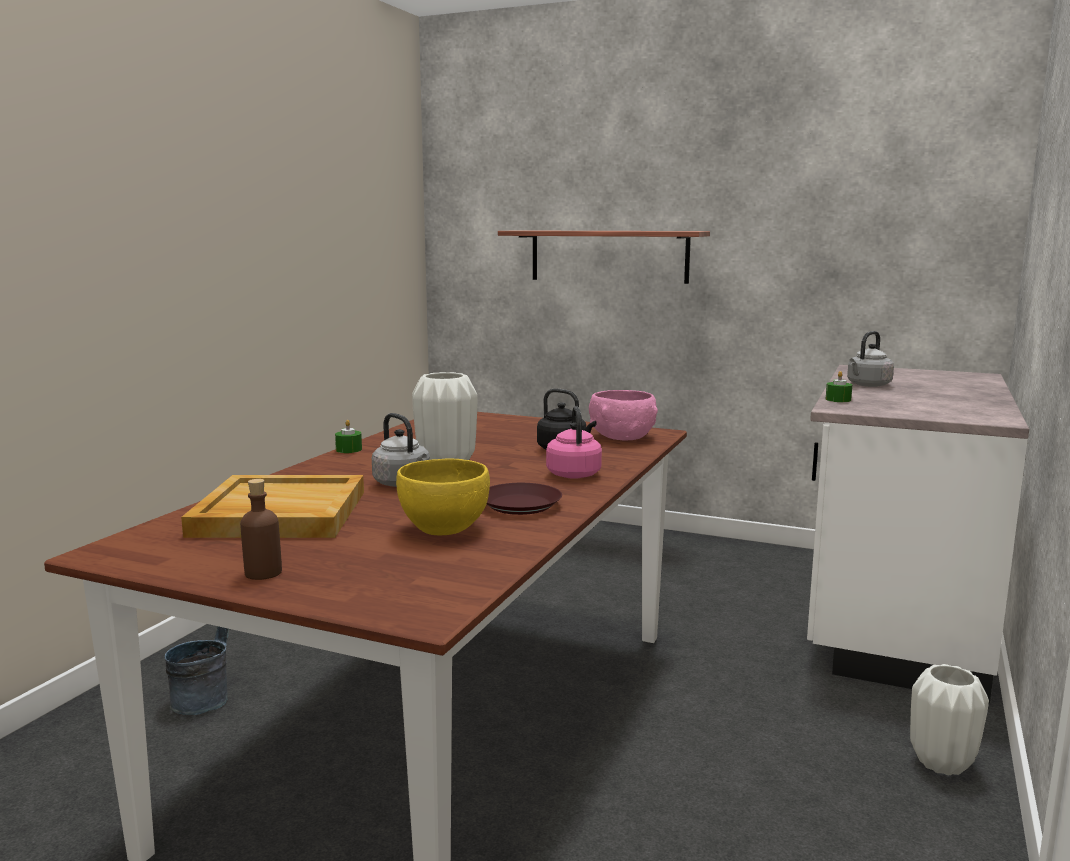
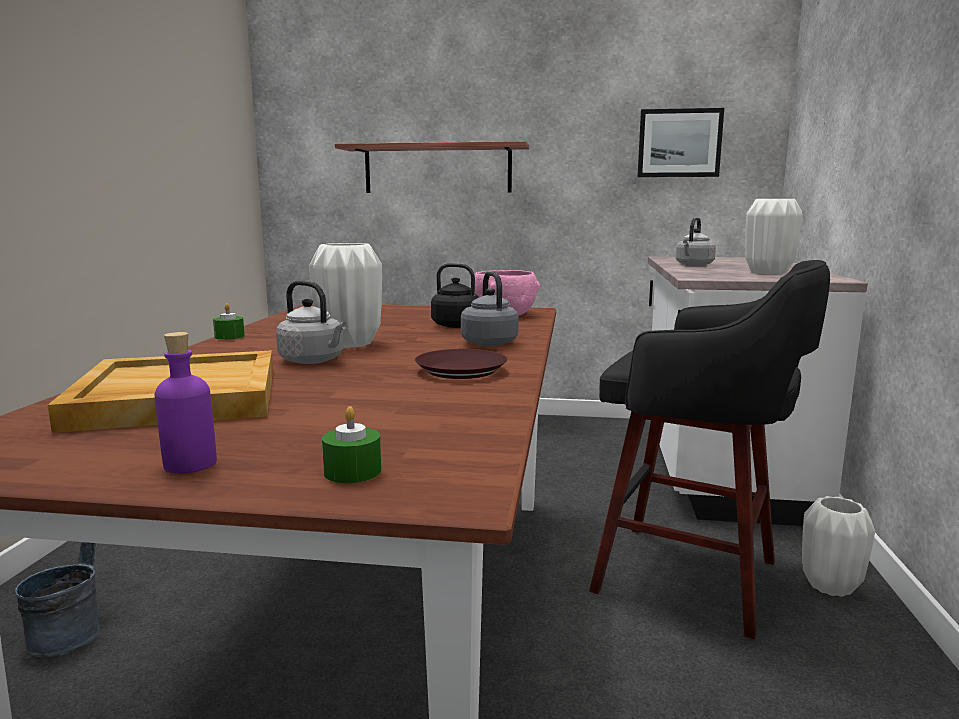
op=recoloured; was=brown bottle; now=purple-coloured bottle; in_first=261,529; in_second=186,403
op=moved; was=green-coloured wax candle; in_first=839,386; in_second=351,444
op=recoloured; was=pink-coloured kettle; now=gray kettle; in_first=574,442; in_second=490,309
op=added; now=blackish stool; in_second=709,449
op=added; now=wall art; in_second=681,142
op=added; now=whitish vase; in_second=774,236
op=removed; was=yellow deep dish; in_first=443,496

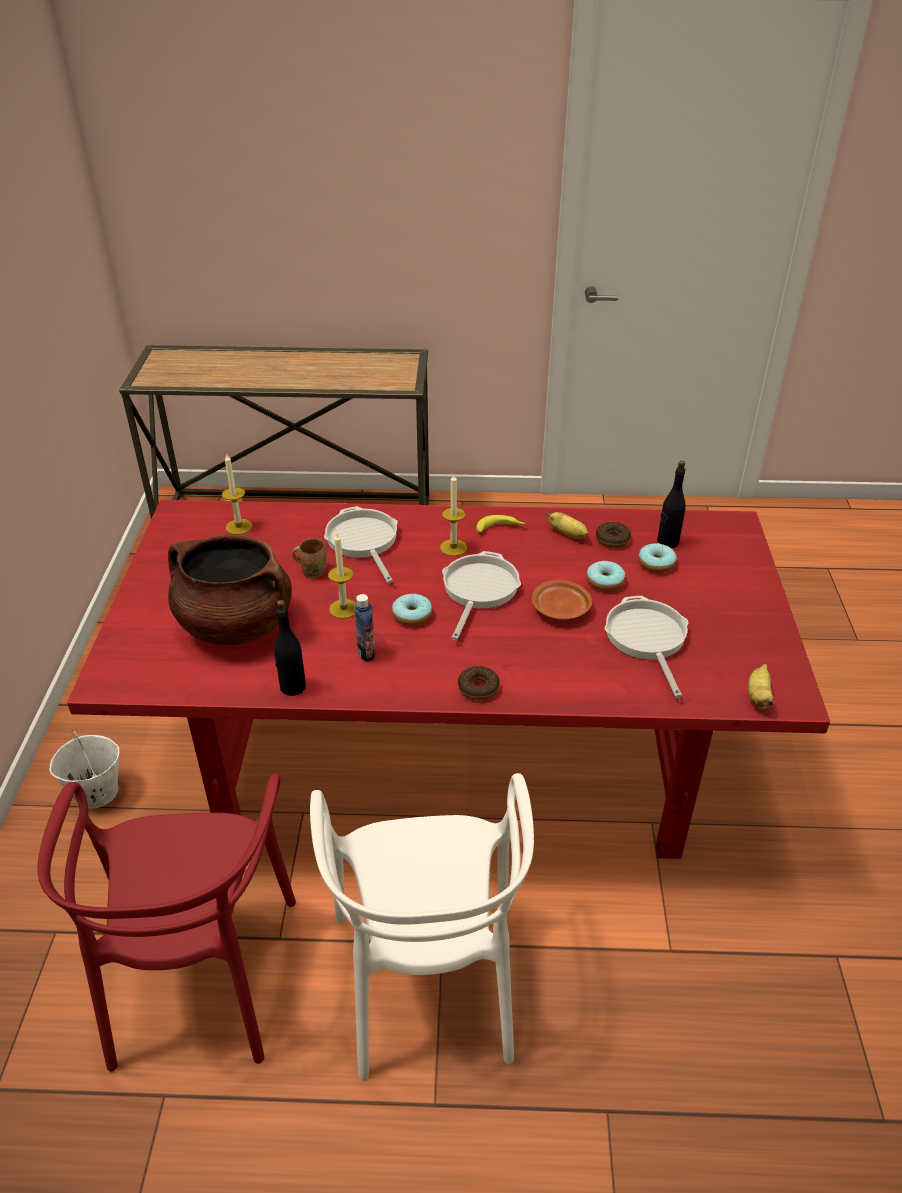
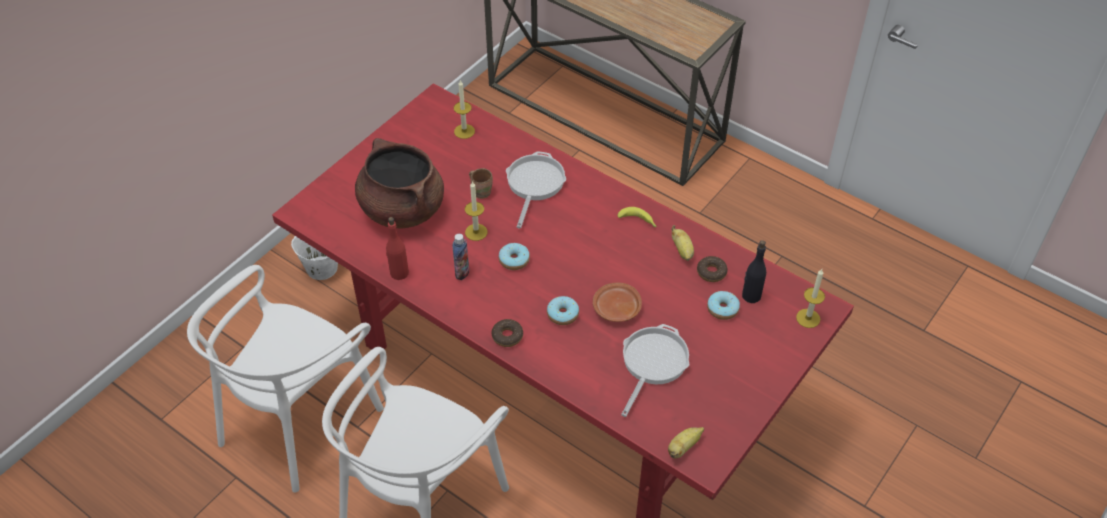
op=recoloured; was=red chair; now=whitish chair; in_first=166,923; in_second=285,378
op=recoloured; was=blackish bottle; now=red bottle; in_first=290,648; in_second=397,248
op=moved; was=donut; in_first=605,576; in_second=563,310
op=moved; was=wax candle; in_first=453,515; in_second=810,298
op=removed; was=skillet; in_first=481,595

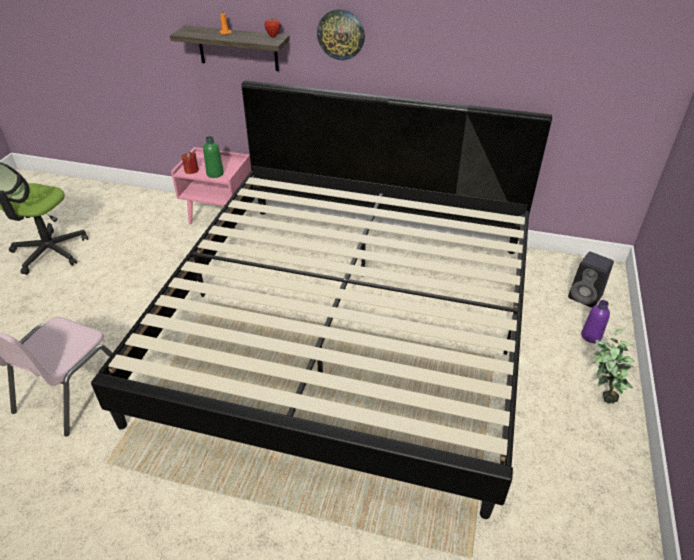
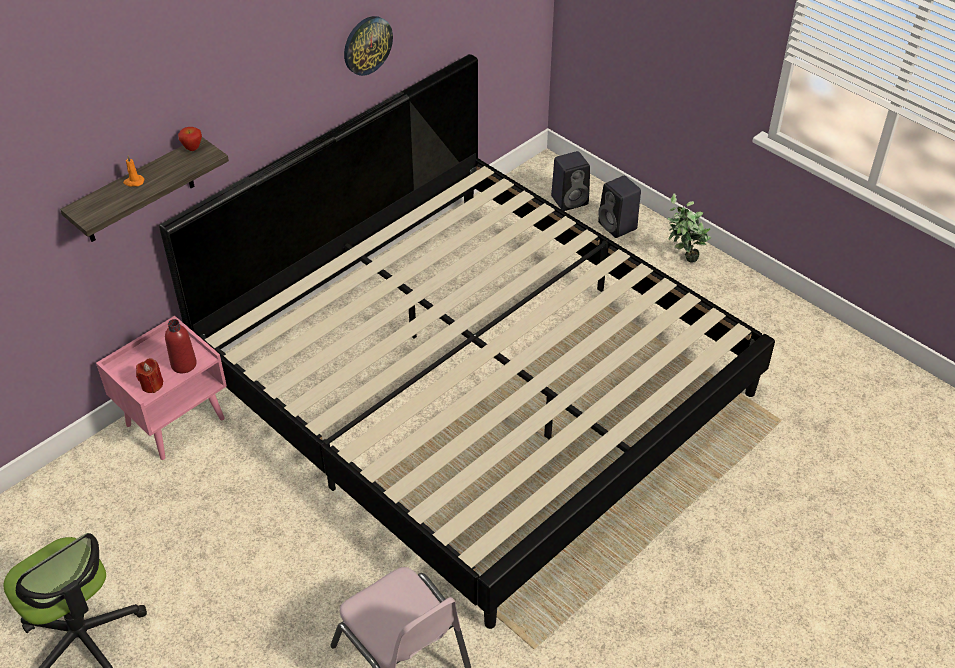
op=recoloured; was=green-coloured bottle; now=red bottle; in_first=213,157; in_second=181,346
op=moved; was=clock on the wall; in_first=341,34; in_second=368,46
op=replaced; was=purple-coloured bottle; now=blackish loudspeaker; in_first=595,321; in_second=619,206

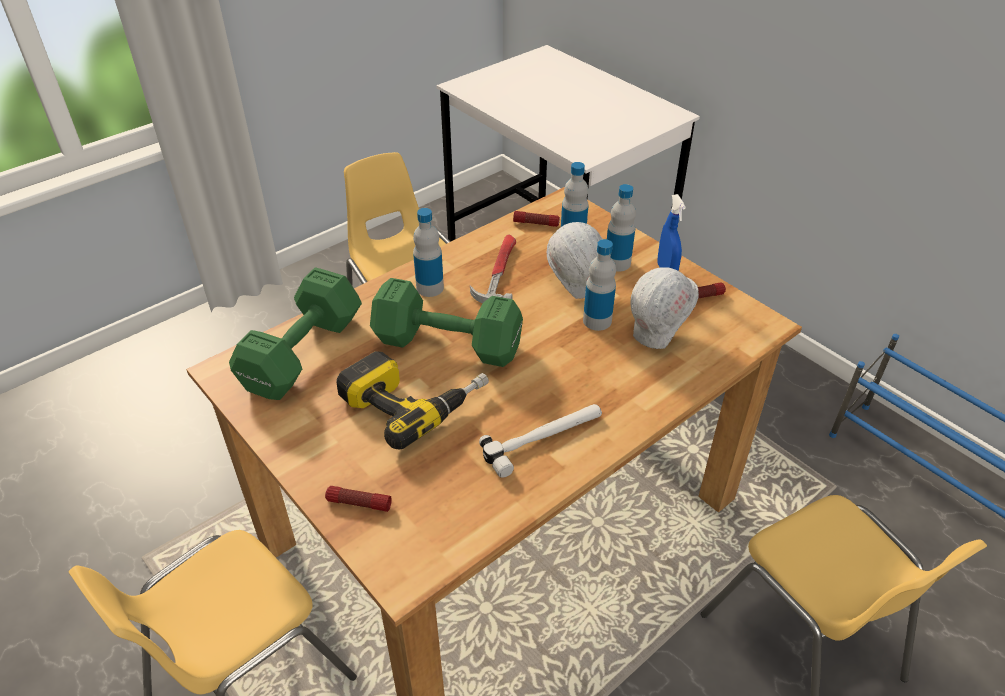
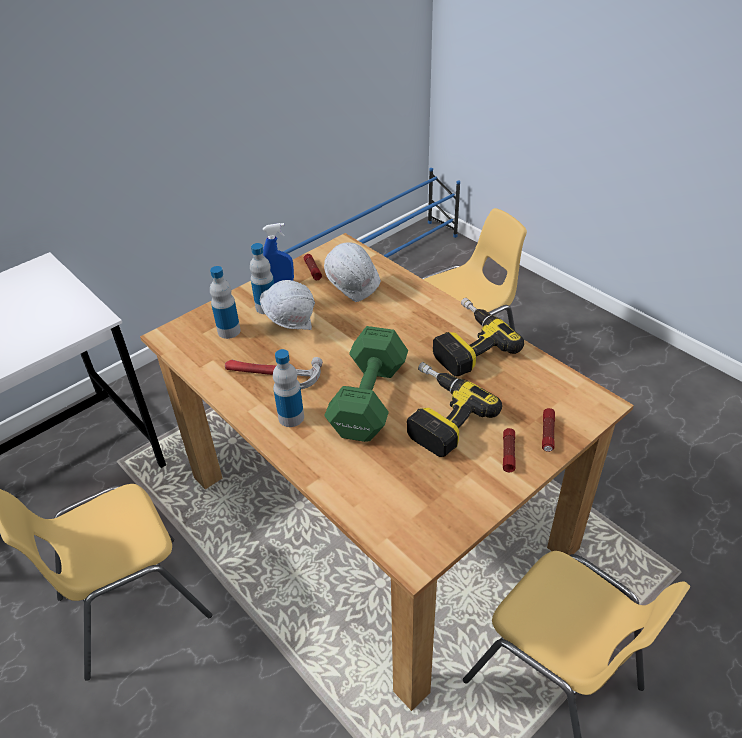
op=replaced; was=hammer; now=drill; in_first=540,441; in_second=478,337
op=moved; was=hand torch; in_first=536,219; in_second=509,450
op=removed; was=green-coloured free weight; in_first=295,333
op=removed; was=bottle; in_first=599,285

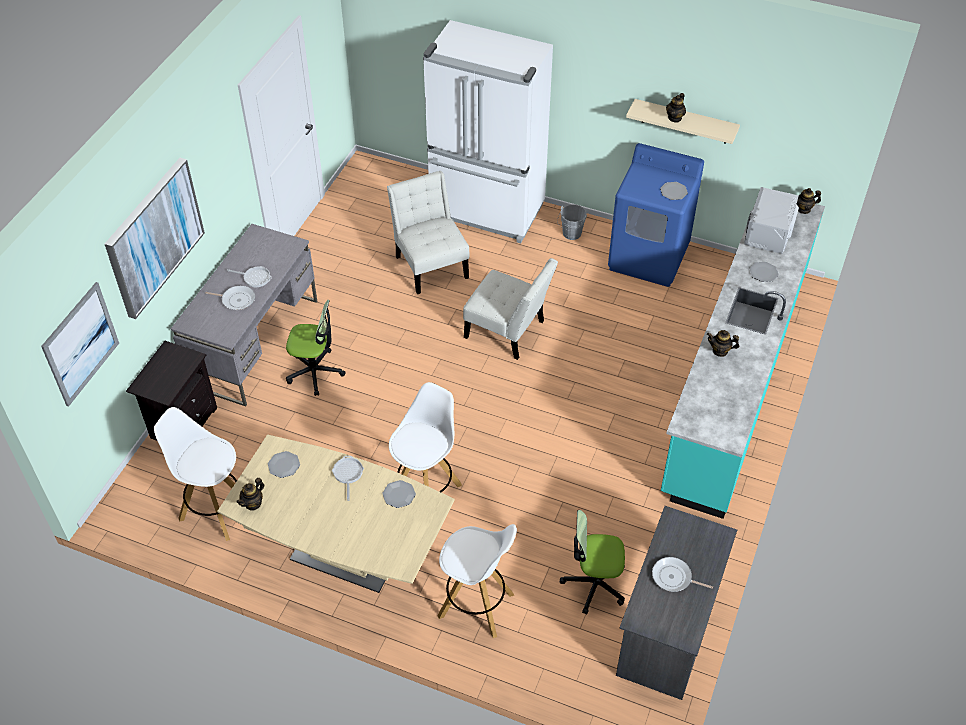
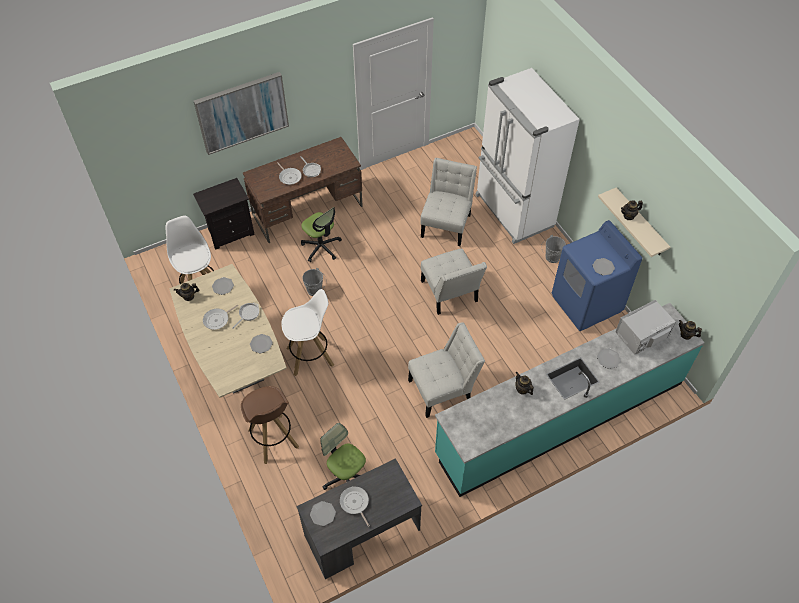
op=added; now=skillet; in_second=220,317
op=recoloured; was=whitish stool; now=brown stool; in_first=477,581; in_second=270,425
op=recoloured; was=gray desk; now=brown desk; in_first=244,315; in_second=303,190
op=added; now=gray pail; in_second=314,282
op=added; now=flat dish; in_second=323,513
op=added; now=whitish chair; in_second=446,370
op=removed; was=wall art; in_first=80,344

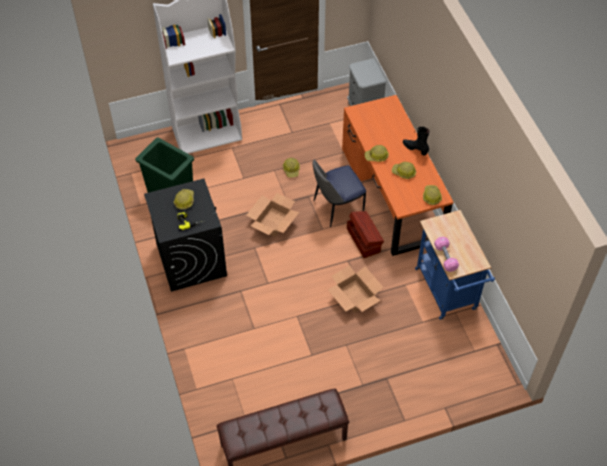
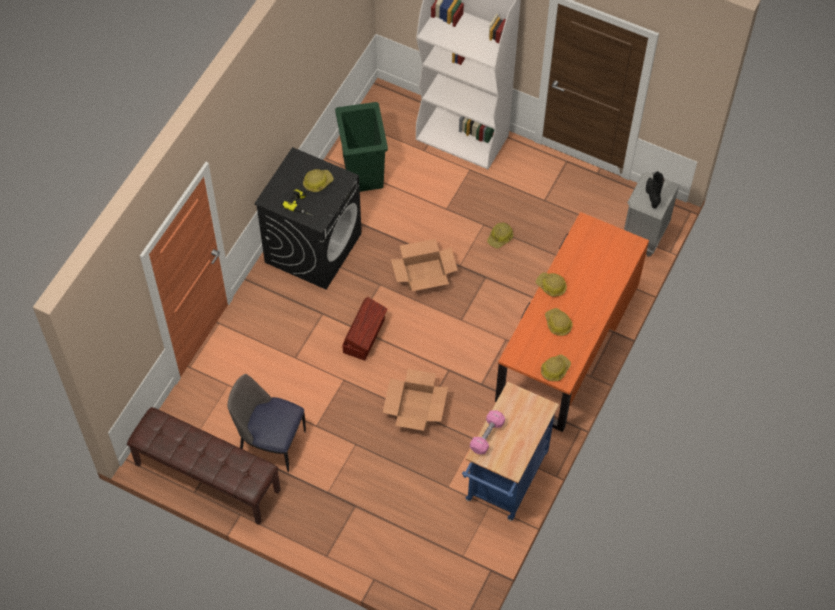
op=moved; was=chair; in_first=339,193; in_second=267,423
op=moved; was=brown storage container; in_first=365,234; in_second=364,329
op=moved; was=blackish tall boot; in_first=416,141; in_second=655,189

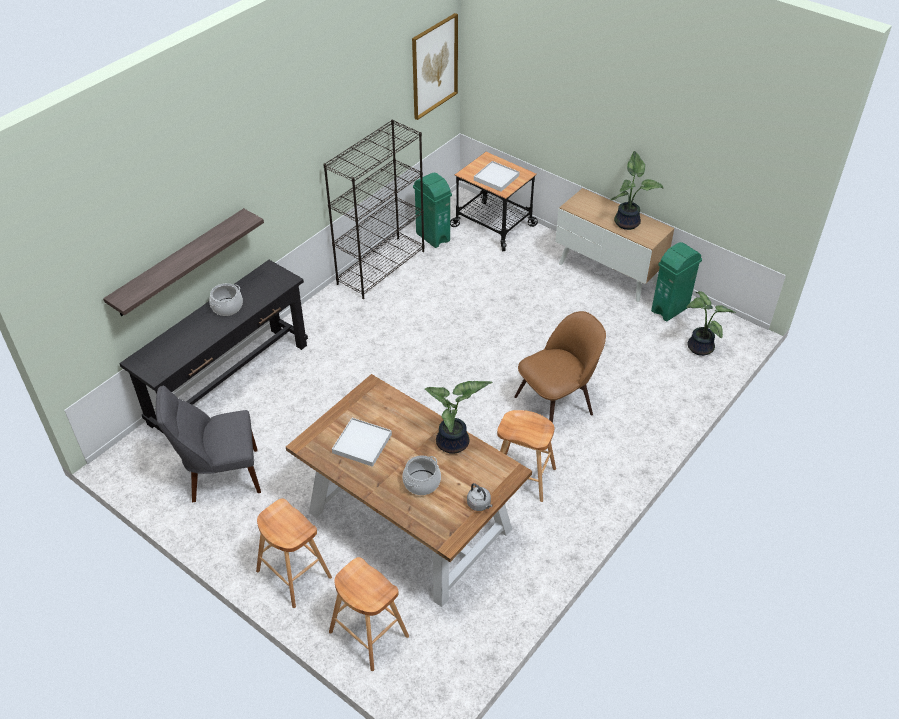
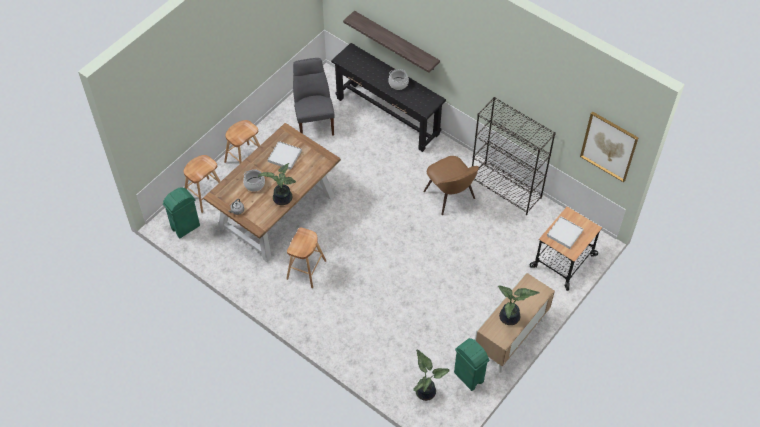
op=moved; was=green-coloured trash can; in_first=432,210; in_second=181,213
op=moved; was=brown chair; in_first=560,367; in_second=451,185

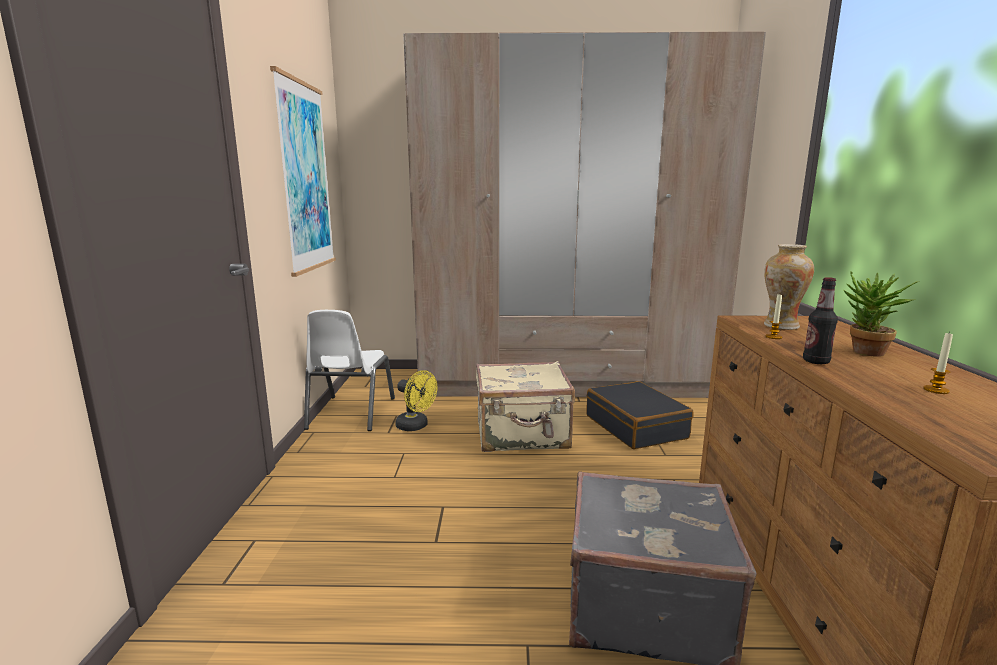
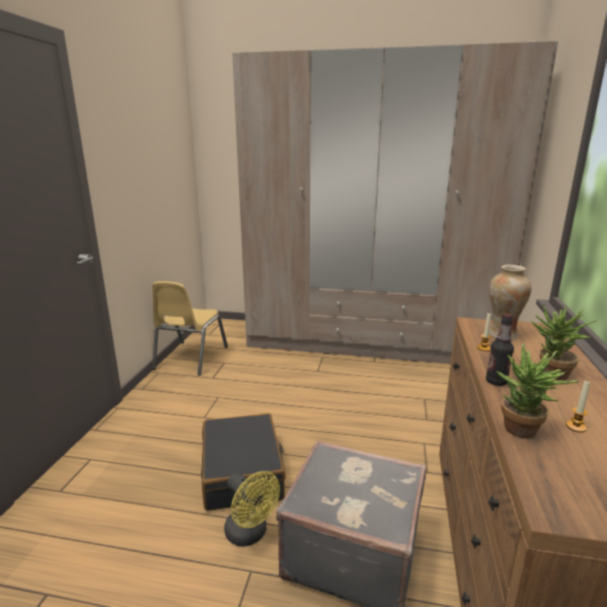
op=recoloured; was=whitish chair; now=yellow chair; in_first=349,370; in_second=190,328
op=moved; was=blackish travel case; in_first=639,415; in_second=243,462
op=moved; was=yellow cooling fan; in_first=416,400; in_second=252,509
op=added; now=houseplant; in_second=537,391
op=removed; was=wall art; in_first=303,171
op=removed; was=beige travel case; in_first=525,406

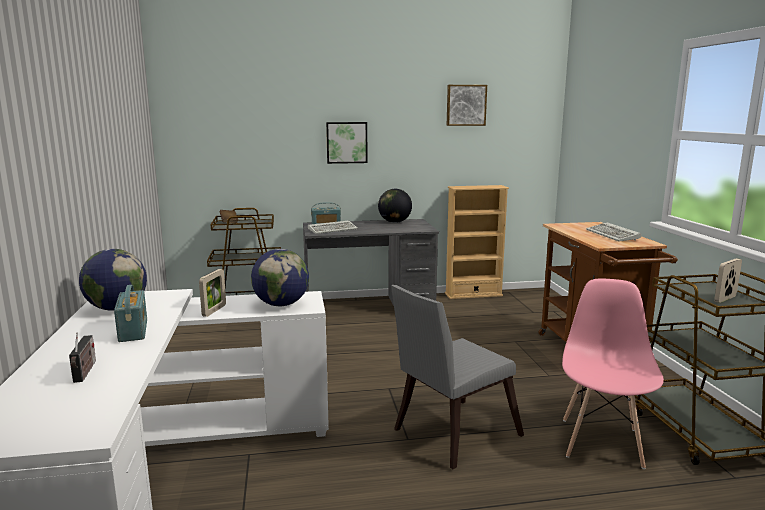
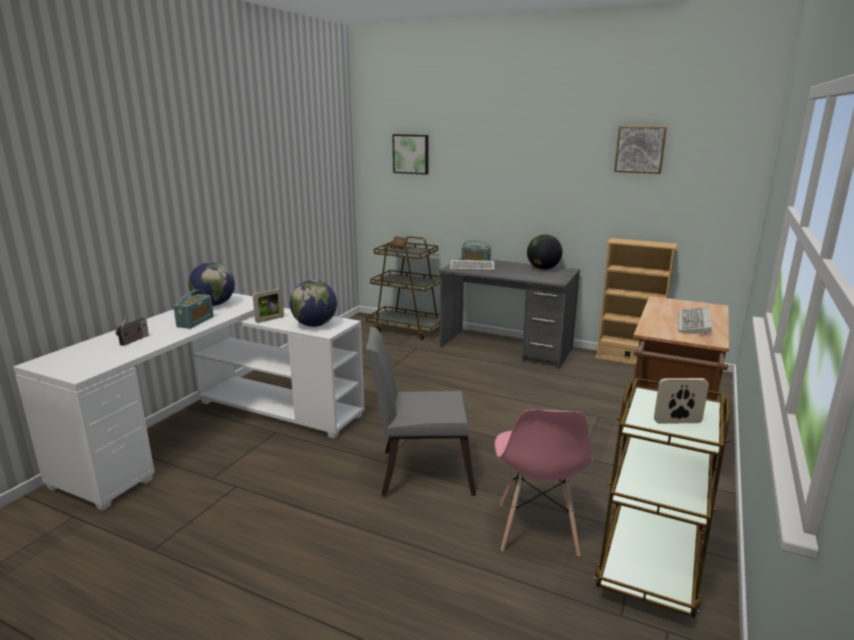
op=moved; was=wall art; in_first=347,143; in_second=410,154
op=turned; was=pink-coloured chair; in_first=613,374; in_second=544,482; clockwise=135

